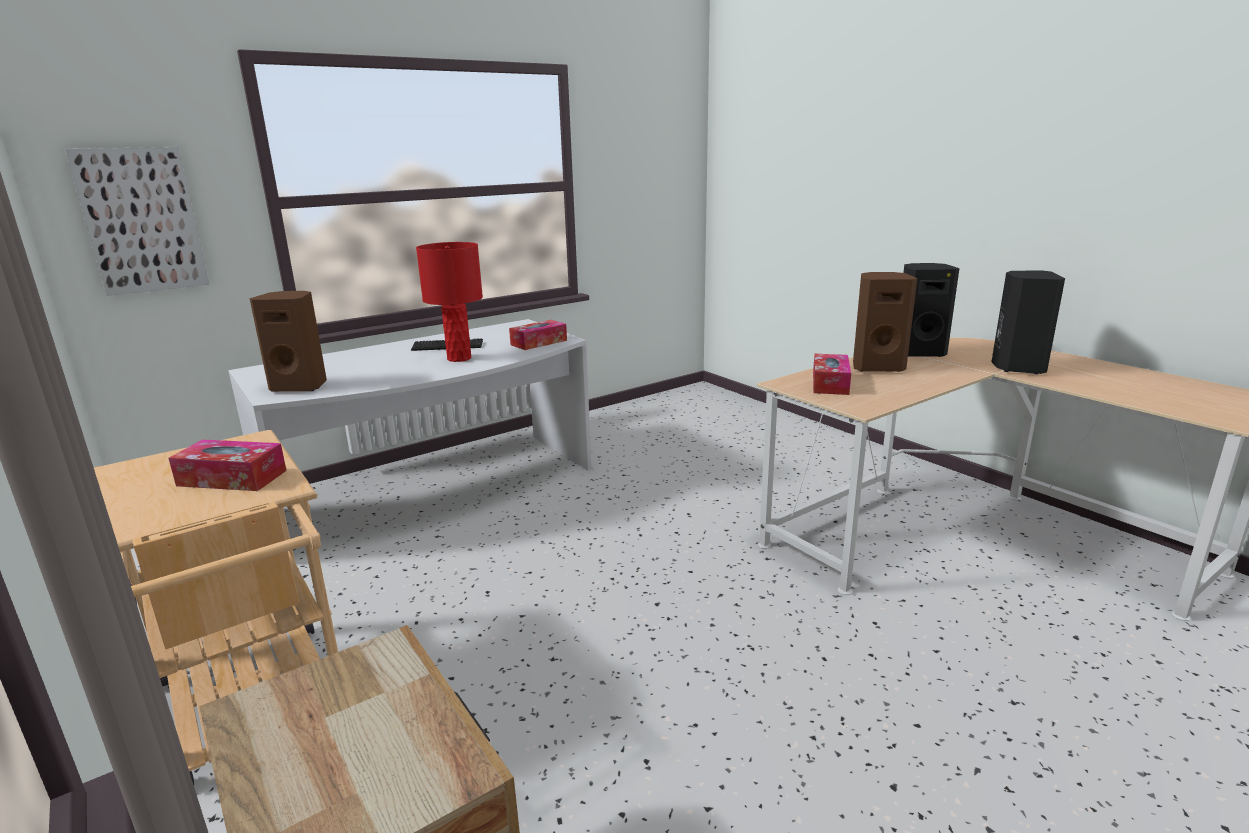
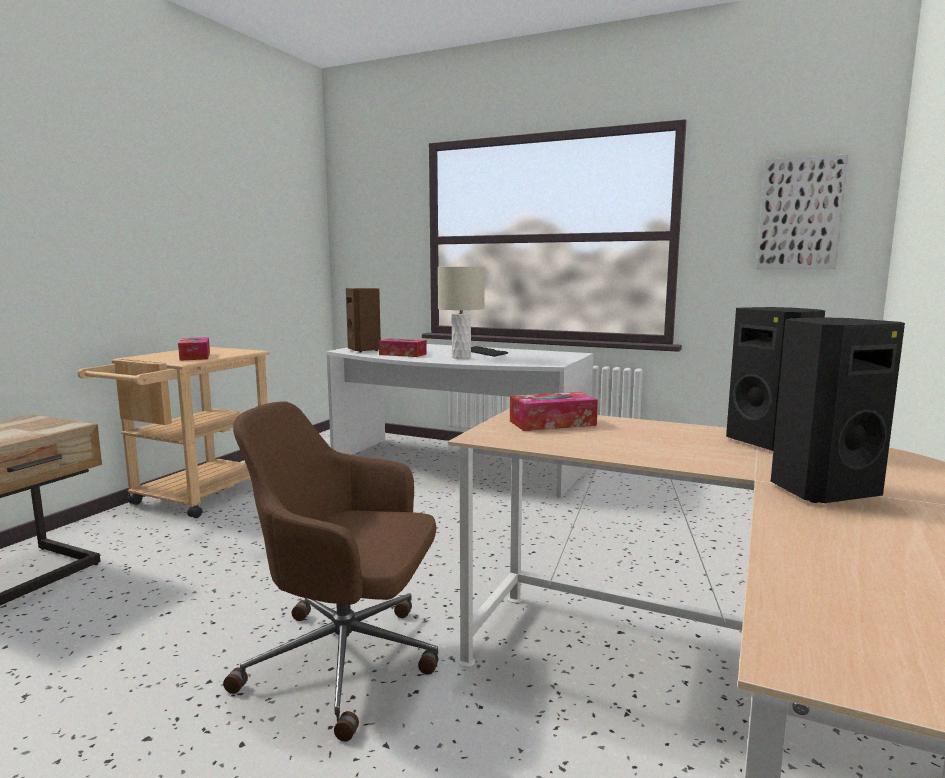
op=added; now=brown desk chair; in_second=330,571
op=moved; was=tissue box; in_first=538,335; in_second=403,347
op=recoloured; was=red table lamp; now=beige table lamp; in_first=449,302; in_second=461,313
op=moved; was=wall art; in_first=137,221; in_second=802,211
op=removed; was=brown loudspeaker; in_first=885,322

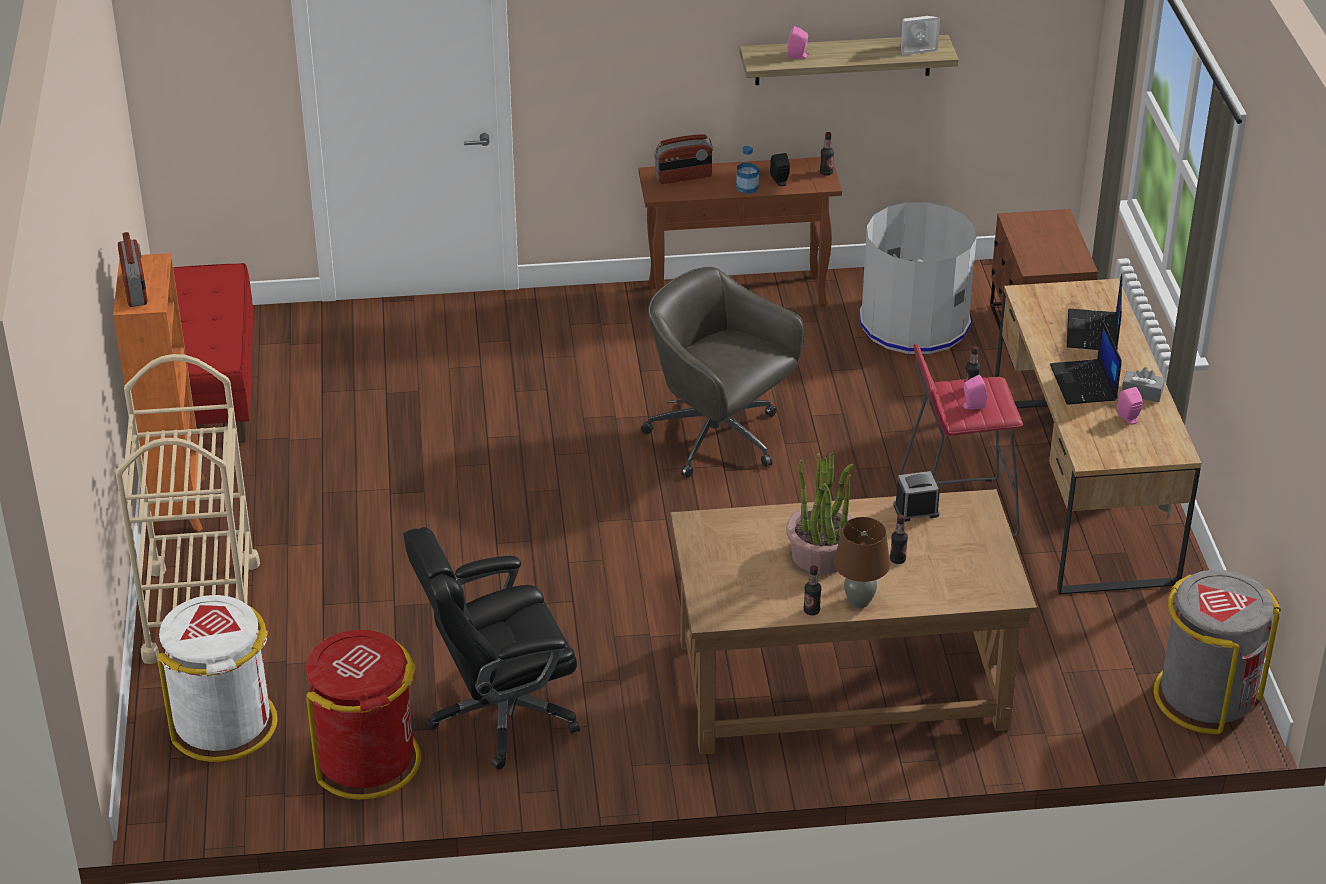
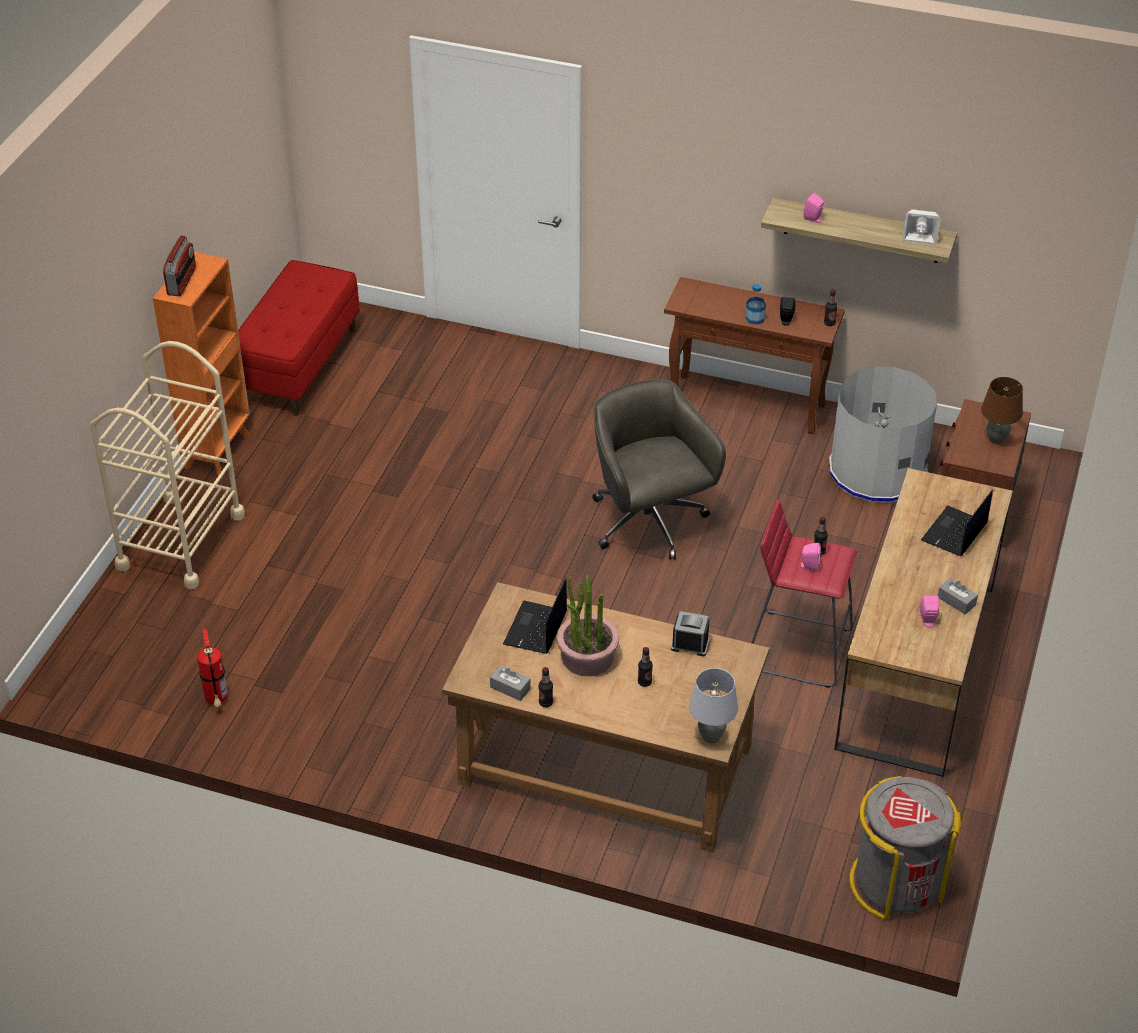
op=replaced; was=red trash can; now=fire-fighting cylinder; in_first=363,715; in_second=212,668
op=added; now=gray tissue box; in_second=510,683
op=moved; was=laptop; in_first=1086,362; in_second=535,616
op=added; now=gray table lamp; in_second=713,705
op=moved; was=brown table lamp; in_first=862,562; in_second=1002,411
op=removed; was=whitish trash can; in_first=217,678
op=removed; was=blackish desk chair; in_first=491,648
op=removed; was=radio set; in_first=683,159

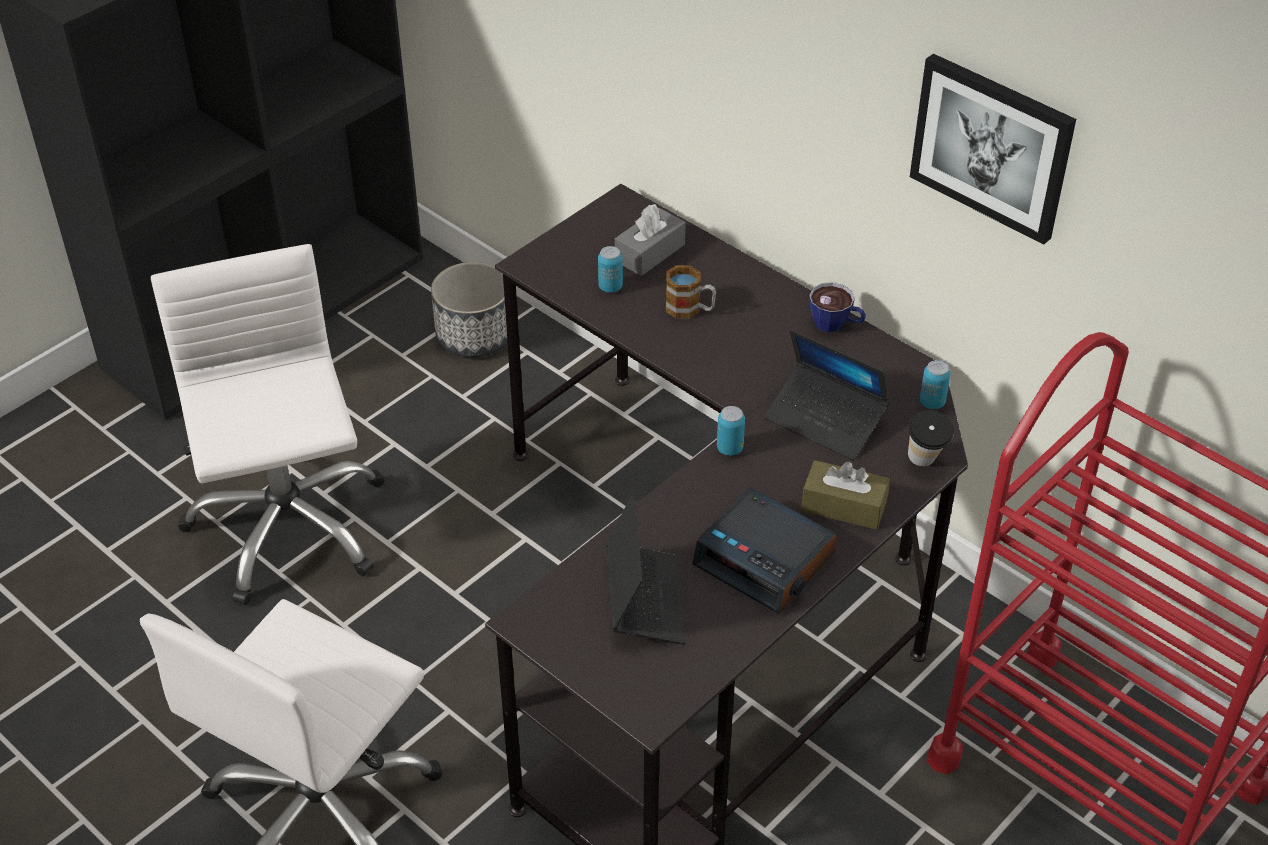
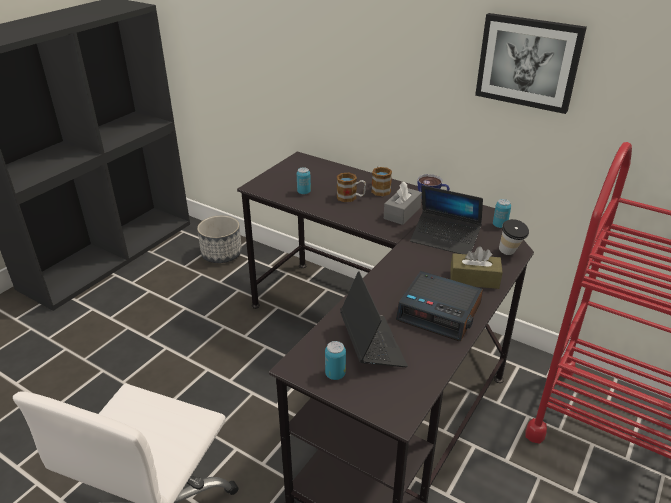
op=moved; was=can; in_first=731,431; in_second=335,360
op=added; now=mug; in_second=381,181
op=moved; was=gray tissue box; in_first=650,240; in_second=403,203
op=removed; was=whitish desk chair; in_first=268,424

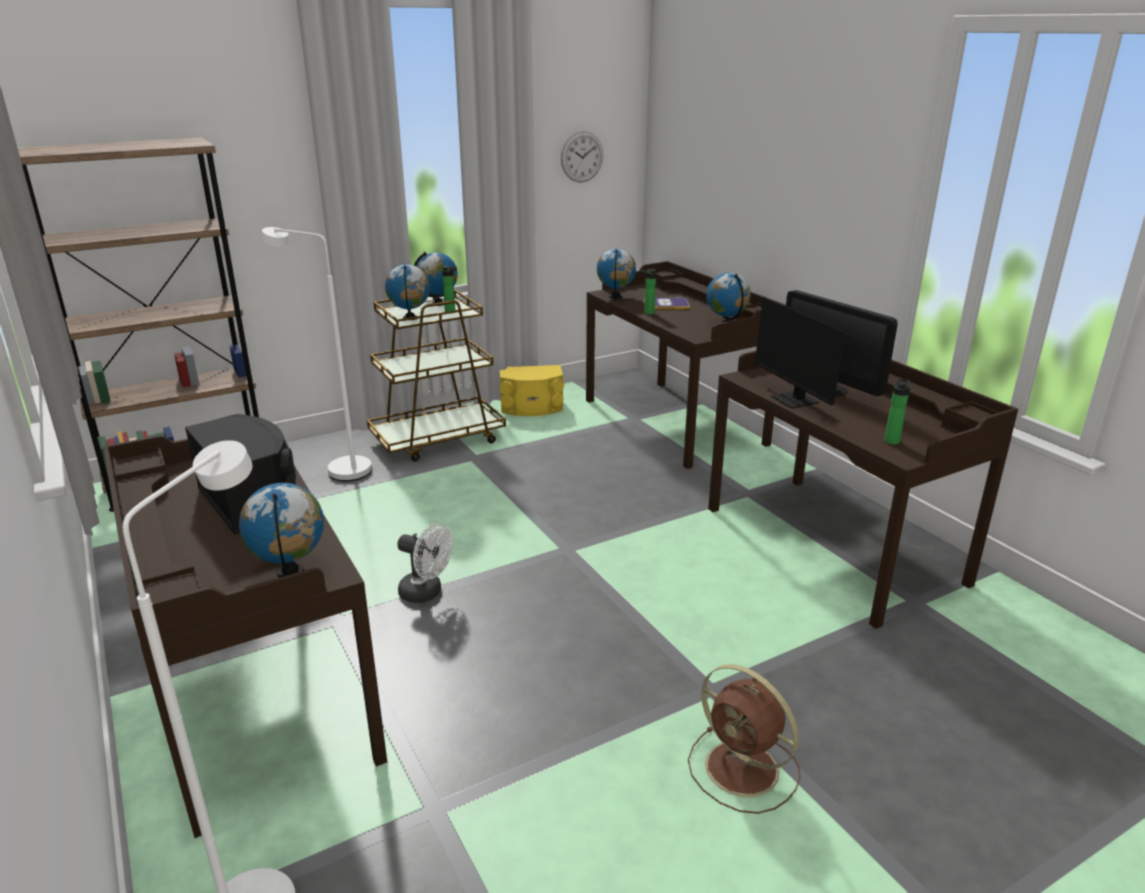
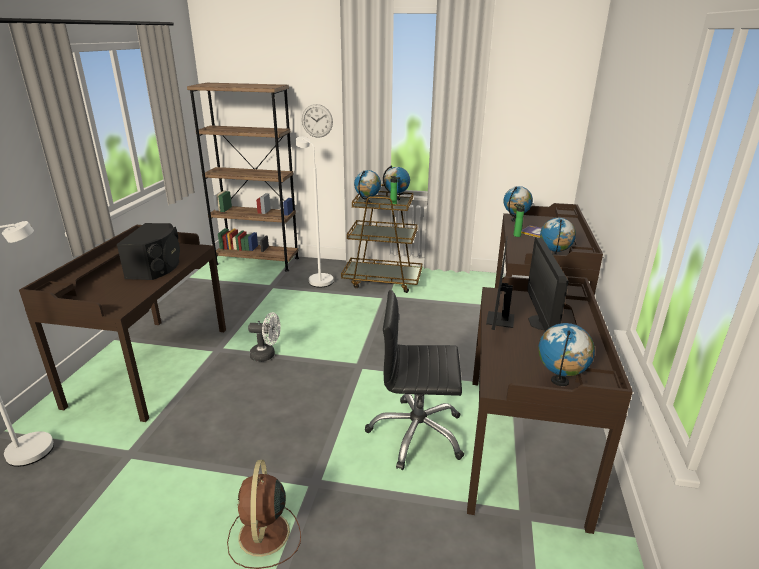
op=turned; was=whitish cooling fan; in_first=425,563; in_second=264,336; clockwise=-60
op=moved; was=clock on the wall; in_first=582,156; in_second=317,121
op=added; now=blackish desk chair; in_second=414,380
op=moved; was=world globe; in_first=281,530; in_second=566,354
op=removed; was=yellow loudspeaker; in_first=532,390
op=removed; was=bottle; in_first=897,411

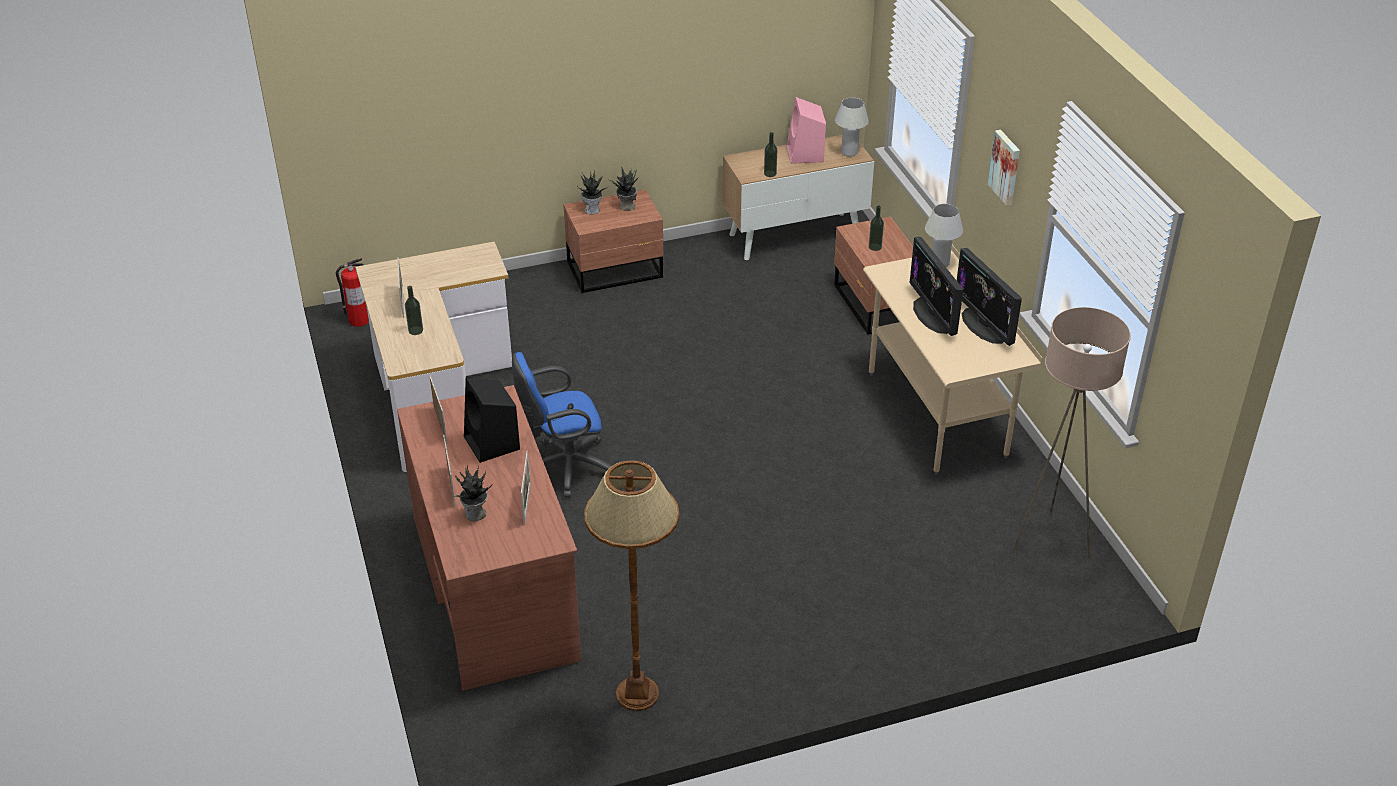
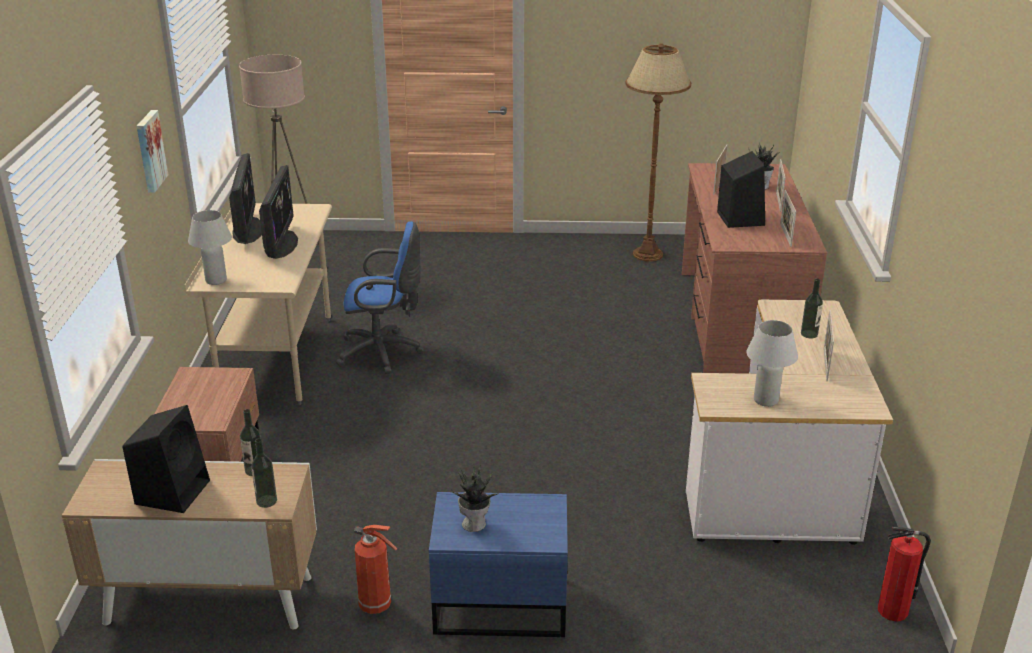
op=recoloured; was=pink-coloured loudspeaker; now=blackish loudspeaker; in_first=806,130; in_second=166,459
op=moved; was=bottle; in_first=876,228; in_second=264,473
op=moved; was=blue-coloured desk chair; in_first=561,425; in_second=380,297
op=added; now=fire-fighting cylinder; in_second=375,569
op=recoloured; was=brown bedside table; now=blue-coloured bedside table; in_first=613,241; in_second=498,564
op=moved; was=whitish table lamp; in_first=852,127; in_second=772,363
op=removed; was=houseplant; in_first=591,193

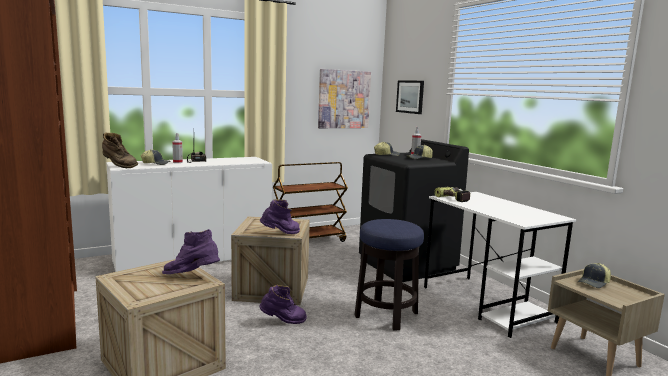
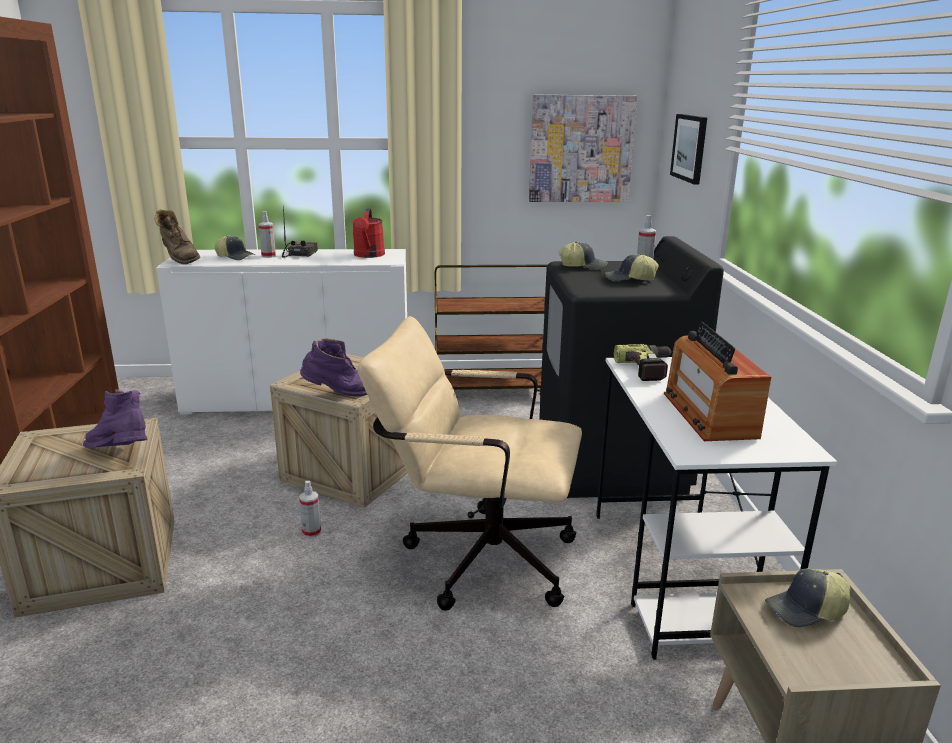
op=replaced; was=purple-coloured tall boot; now=hand sprayer; in_first=283,304; in_second=310,509
op=added; now=red watering can; in_second=368,233
op=replaced; was=stool; now=beige desk chair; in_first=389,275; in_second=469,463
op=added; now=radio set; in_second=717,381

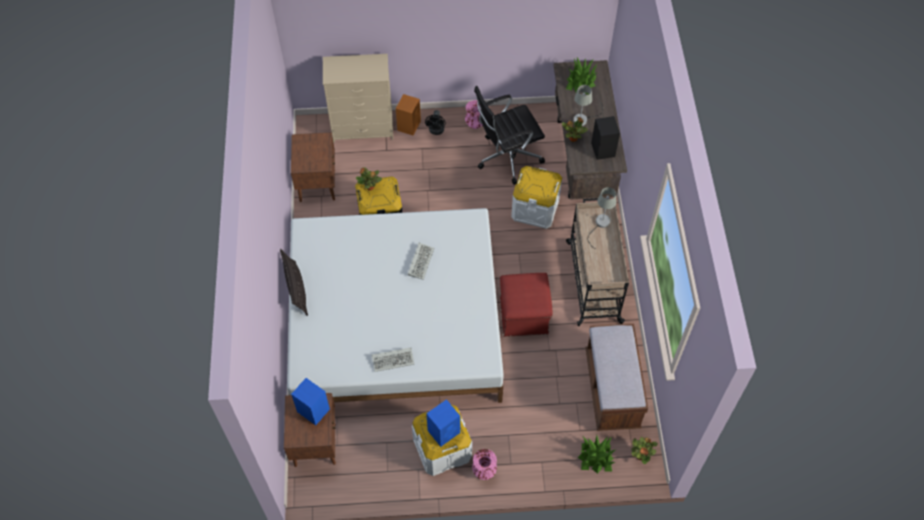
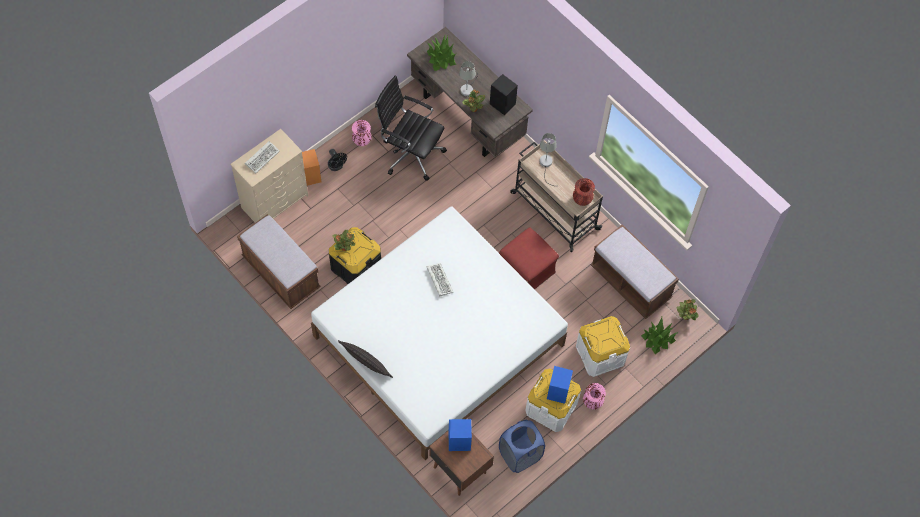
op=replaced; was=brown bedside table; now=brown long seat; in_first=313,167; in_second=279,261
op=moved; was=PC keyboard; in_first=393,360; in_second=262,157
op=turned; was=blackish desk chair; in_first=509,135; in_second=411,128; clockwise=90
op=added; now=blue-coloured hamper; in_second=522,446
op=added; now=red vase; in_second=584,192
op=moved; was=whitish storage container; in_first=536,197; in_second=603,346

